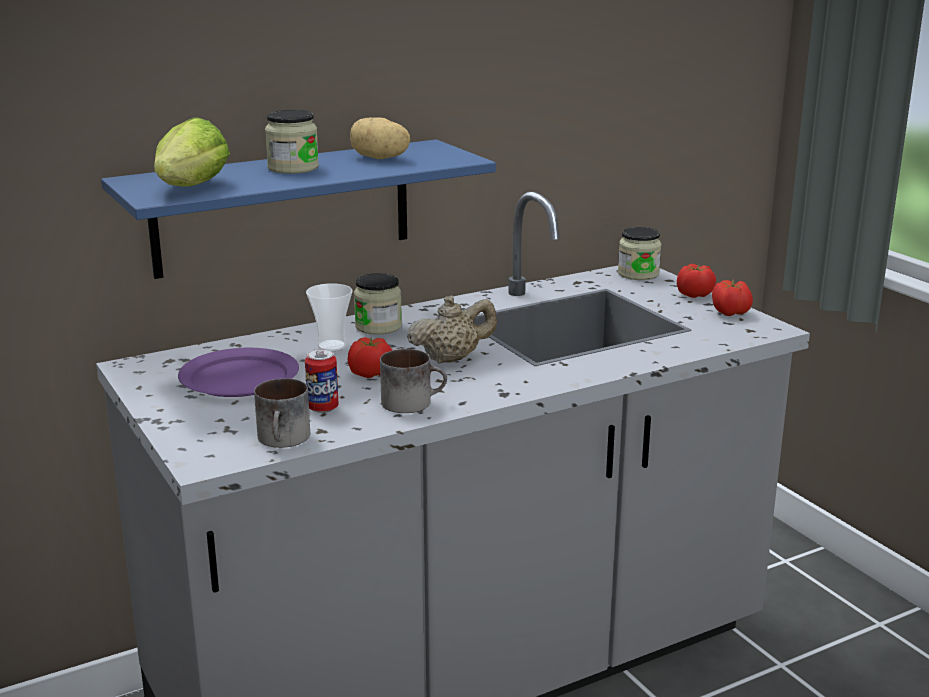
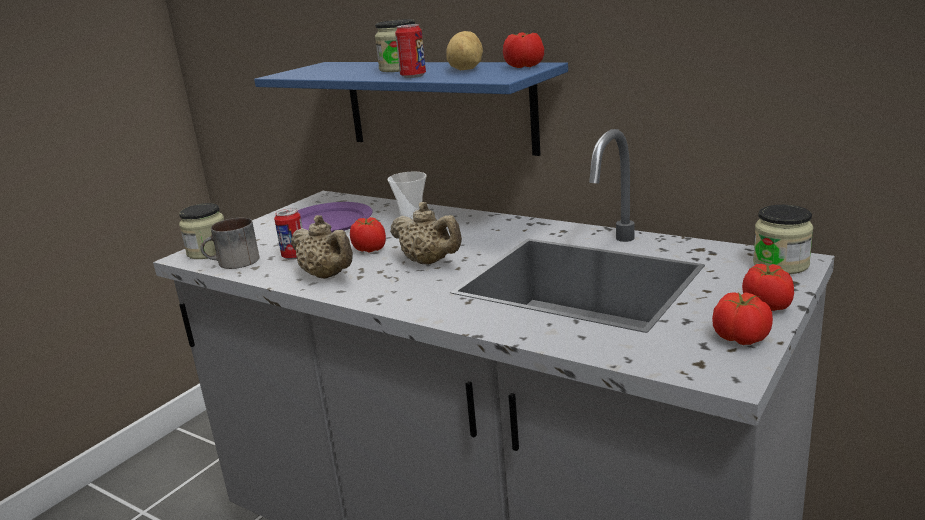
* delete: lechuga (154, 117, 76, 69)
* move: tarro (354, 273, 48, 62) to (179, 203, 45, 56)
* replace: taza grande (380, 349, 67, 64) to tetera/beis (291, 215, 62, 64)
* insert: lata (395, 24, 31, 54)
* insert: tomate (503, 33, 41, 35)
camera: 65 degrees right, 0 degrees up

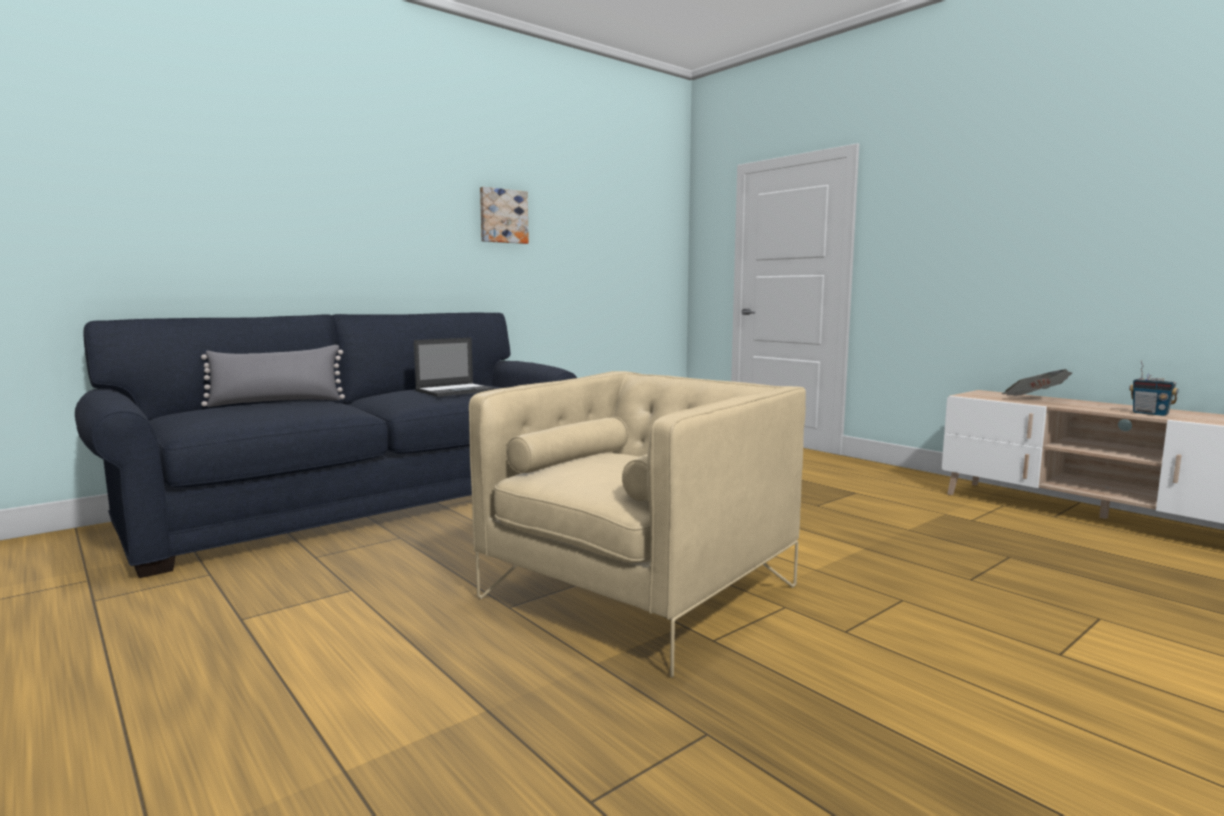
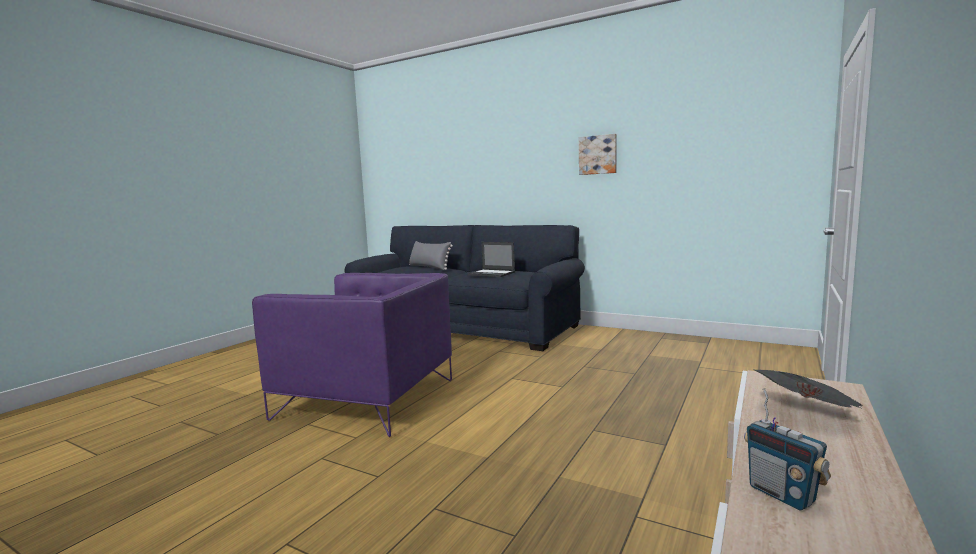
* rotate: radio (1129, 361, 50, 55) = (744, 388, 87, 122) 60 degrees counterclockwise
* recolor: sillón/beis (469, 371, 337, 307) to sillón/morado (252, 273, 200, 164)
camera: 70 degrees right, 0 degrees up

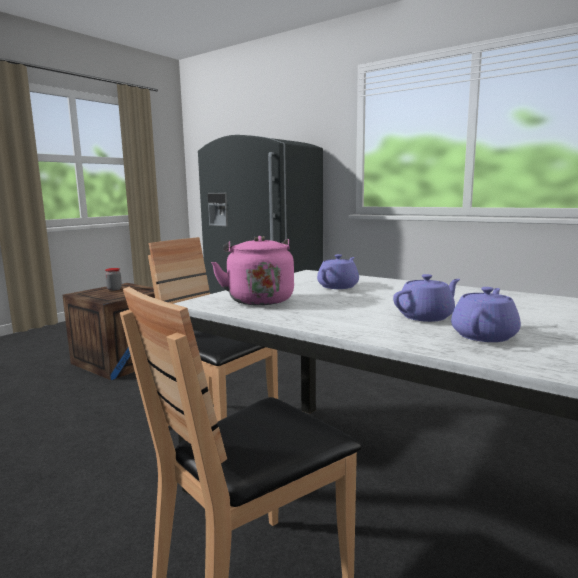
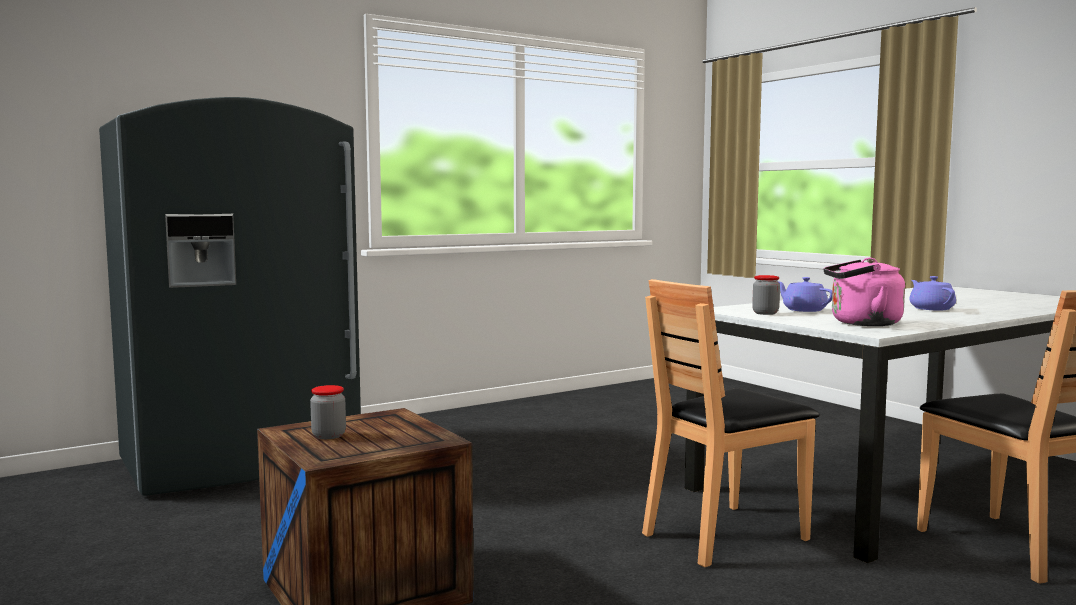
* delete: tetera/morado (451, 287, 70, 55)
* insert: tarro (752, 275, 28, 40)
camera: 70 degrees left, 5 degrees down

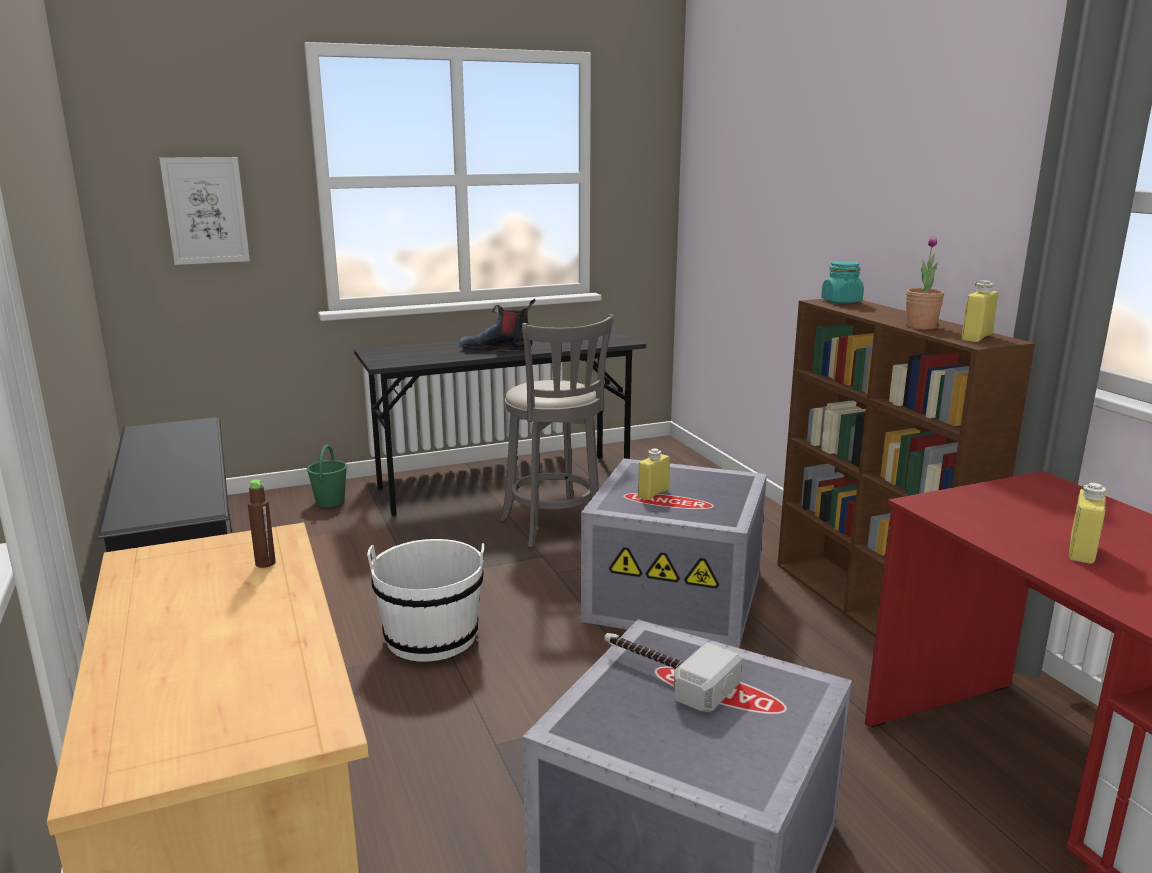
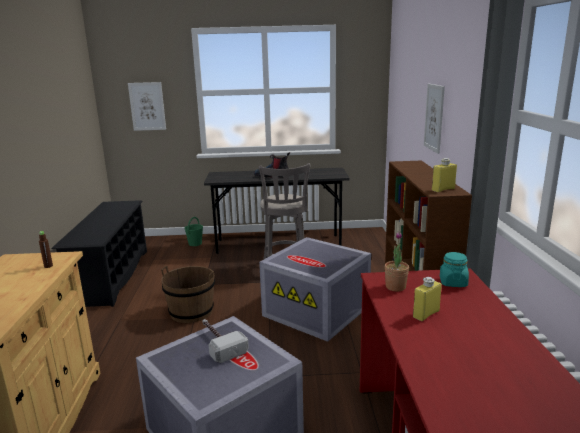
* move: planta en maceta (906, 236, 38, 93) to (385, 231, 24, 61)
* move: tarro/turquesa (821, 261, 43, 43) to (440, 252, 29, 35)
* delete: botella/amarillo (638, 448, 32, 52)
* recolor: cubo/blanco (367, 539, 117, 123) to cubo/marrón (161, 266, 54, 57)
* insert: cuadro (424, 84, 21, 70)
camera: 20 degrees right, 0 degrees up

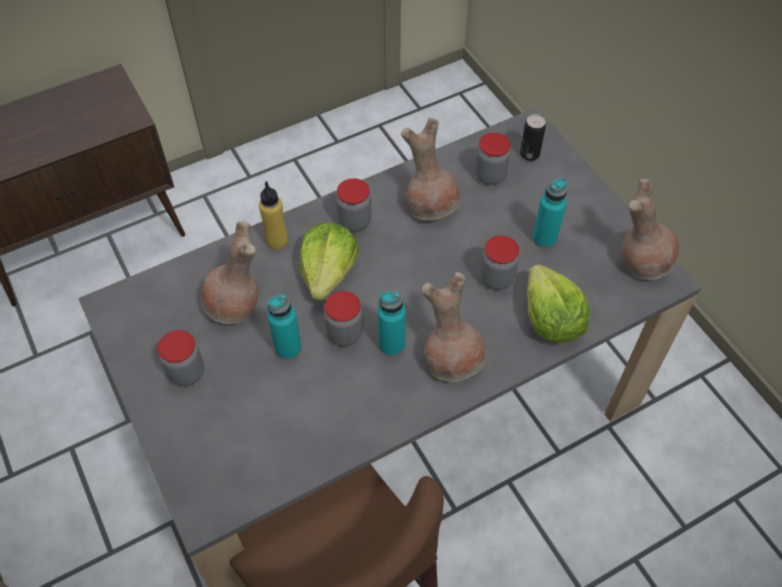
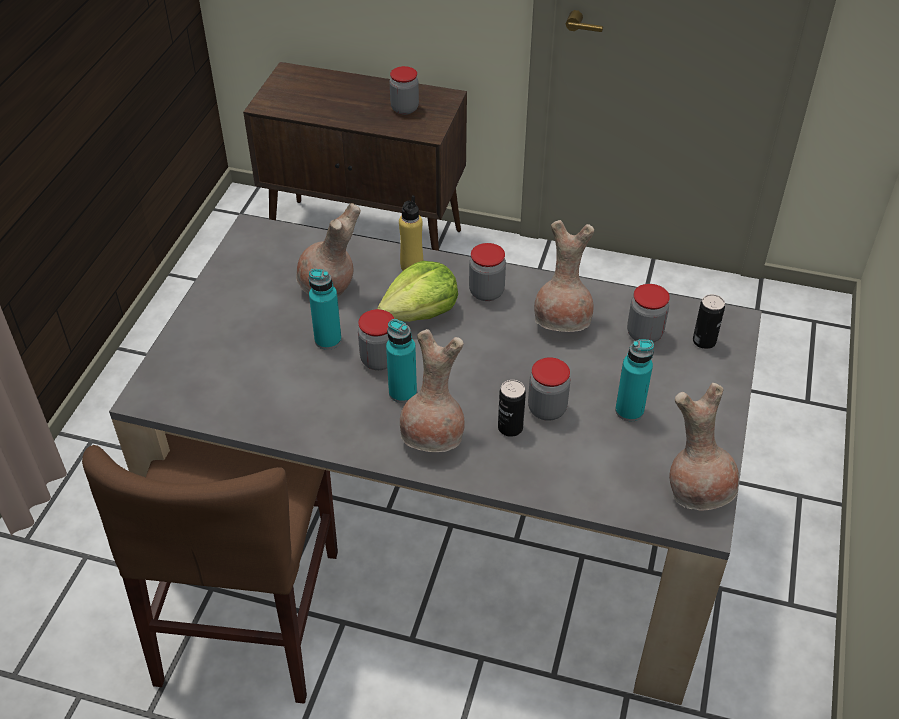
* delete: lechuga (527, 265, 63, 78)
* move: tarro (158, 330, 46, 56) to (390, 66, 29, 49)
* insert: lata (498, 380, 28, 57)
camera: 45 degrees right, 10 degrees down

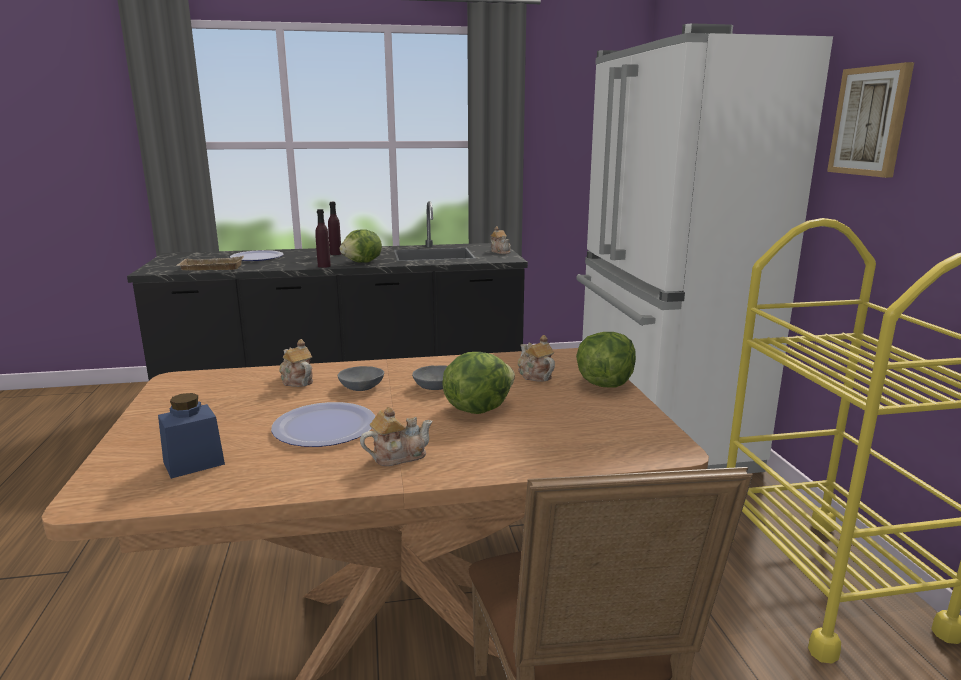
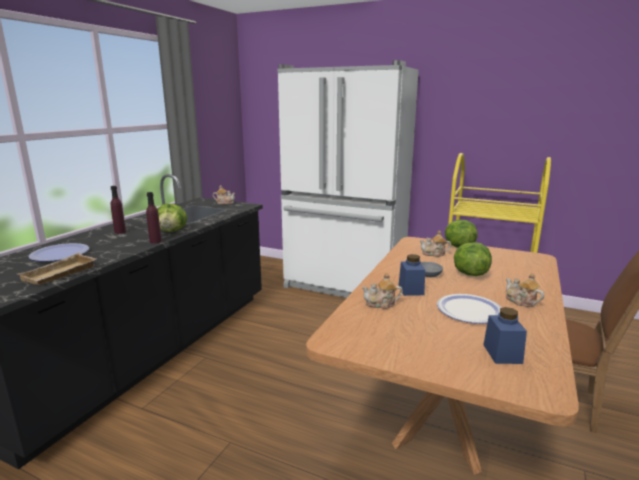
* delete: cuadro (827, 62, 87, 116)
* replace: cuenco/gris (338, 366, 46, 25) to tarro/azul (399, 254, 26, 42)
* rotate: tetera (360, 407, 73, 59) = (506, 273, 38, 34) 45 degrees counterclockwise
camera: 55 degrees left, 0 degrees up

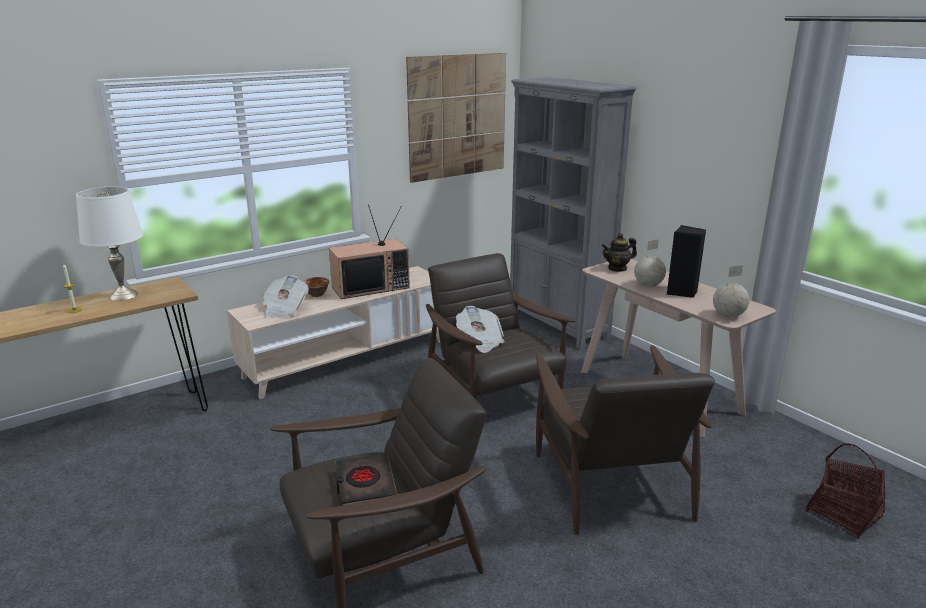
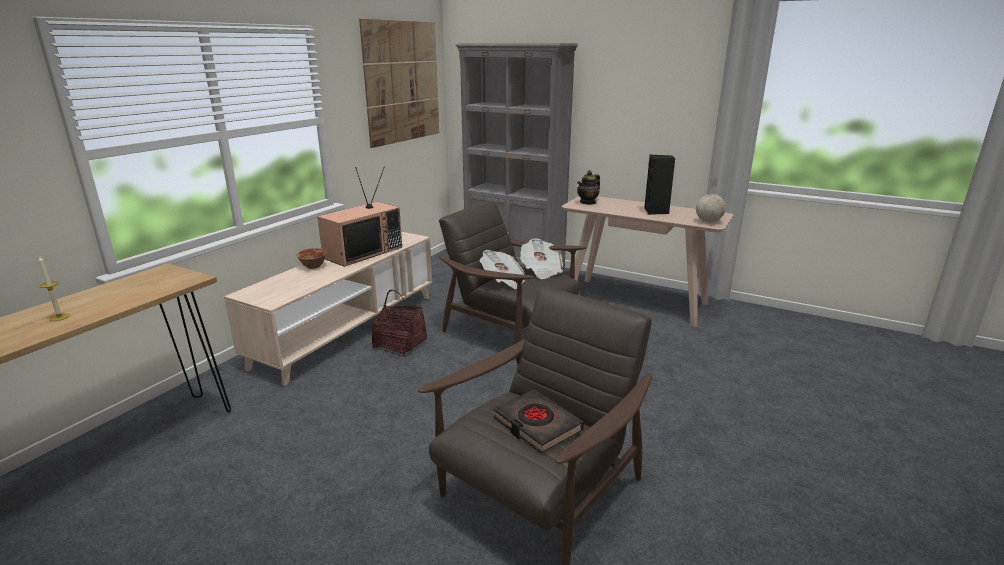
* delete: lámpara de mesa/blanco (76, 186, 67, 115)
* delete: globo terráqueo (634, 239, 32, 48)
* move: periódico (263, 275, 46, 43) to (520, 239, 43, 40)
* delete: sillón/marrón (536, 345, 179, 190)
* move: cesta (806, 444, 80, 95) to (372, 290, 55, 67)
camera: 25 degrees left, 0 degrees up

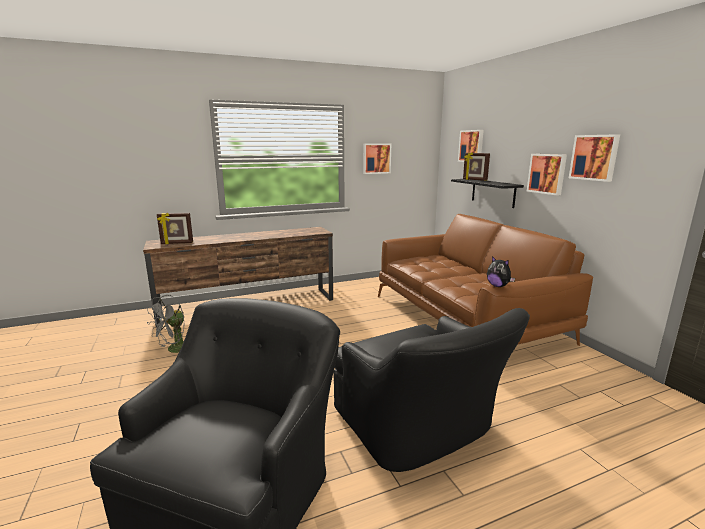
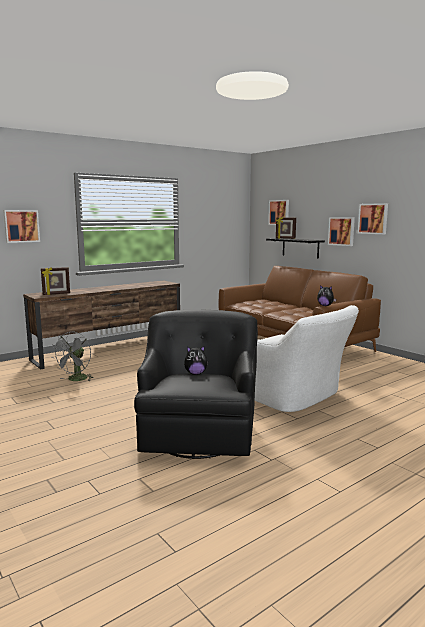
* move: cuadro (363, 144, 28, 30) to (3, 210, 37, 33)
* recolor: sillón/negro (333, 308, 197, 164) to sillón/blanco (255, 305, 104, 107)
* insert: peluche (184, 346, 24, 29)
camera: 15 degrees left, 5 degrees down

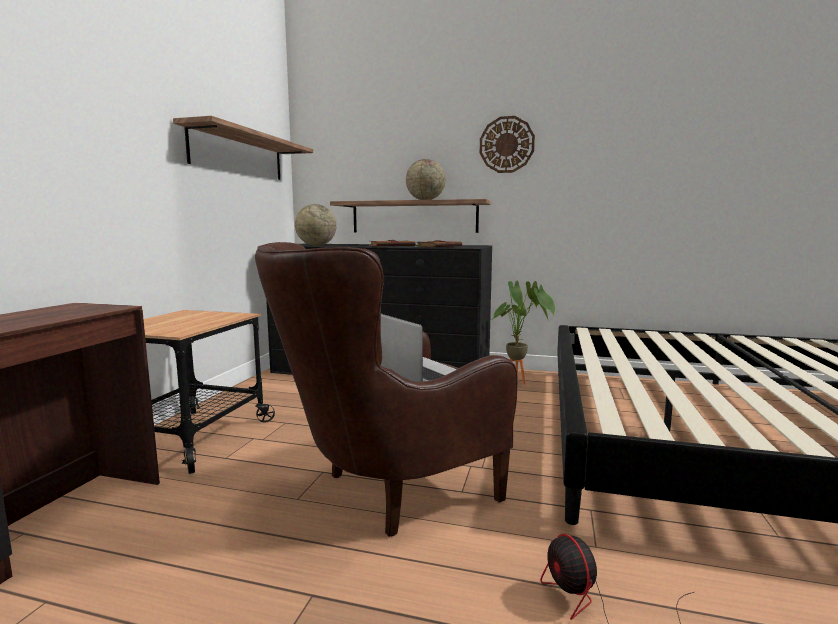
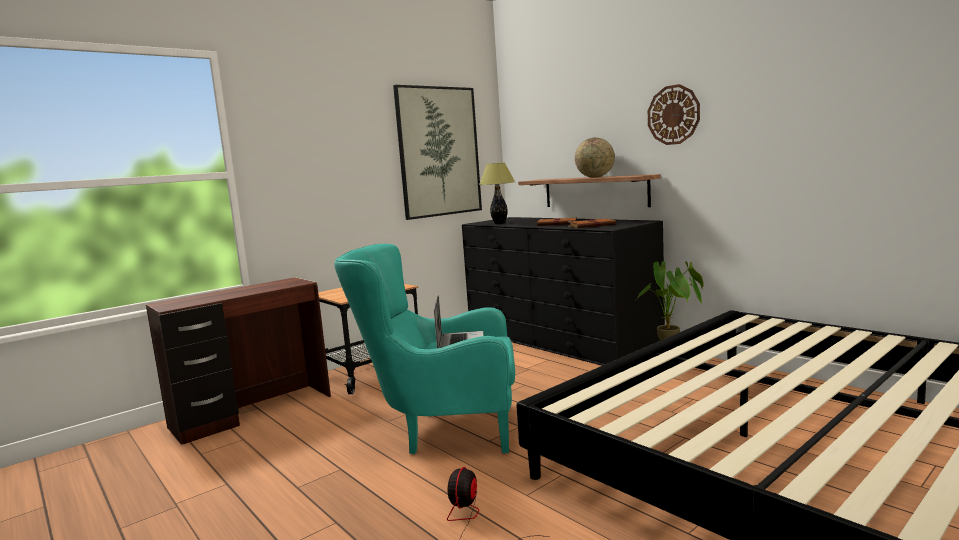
* replace: estante (173, 116, 140, 64) to cuadro (393, 85, 89, 135)
* replace: globo terráqueo (295, 204, 42, 42) to lámpara de mesa (479, 163, 36, 61)
* recolor: sillón/marrón (255, 242, 262, 295) to sillón/turquesa (334, 244, 181, 210)
camera: 35 degrees right, 0 degrees up

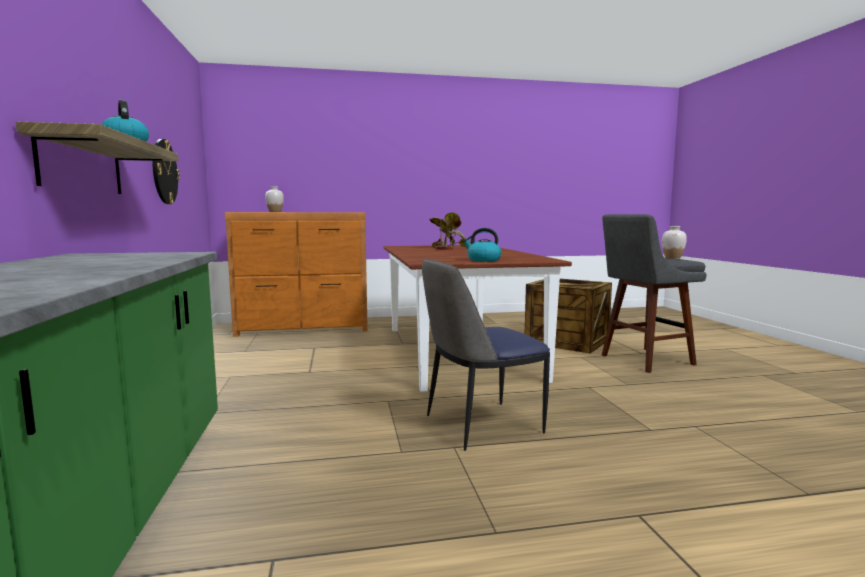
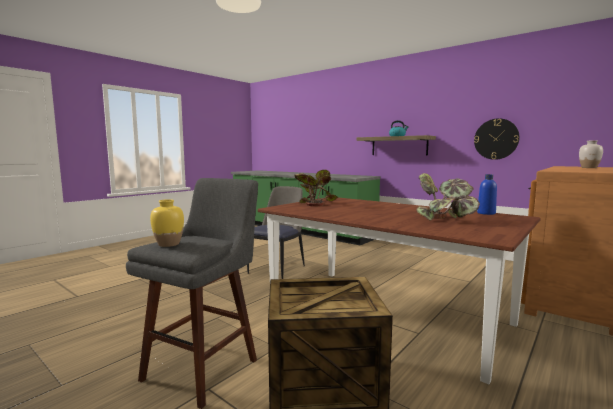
* recolor: florero/blanco (662, 226, 25, 33) to florero/amarillo (150, 199, 34, 48)
* replace: hervidor (463, 228, 38, 33) to planta en maceta (294, 170, 44, 36)
* insert: botella/azul (477, 174, 20, 41)
camera: 140 degrees right, 0 degrees up

